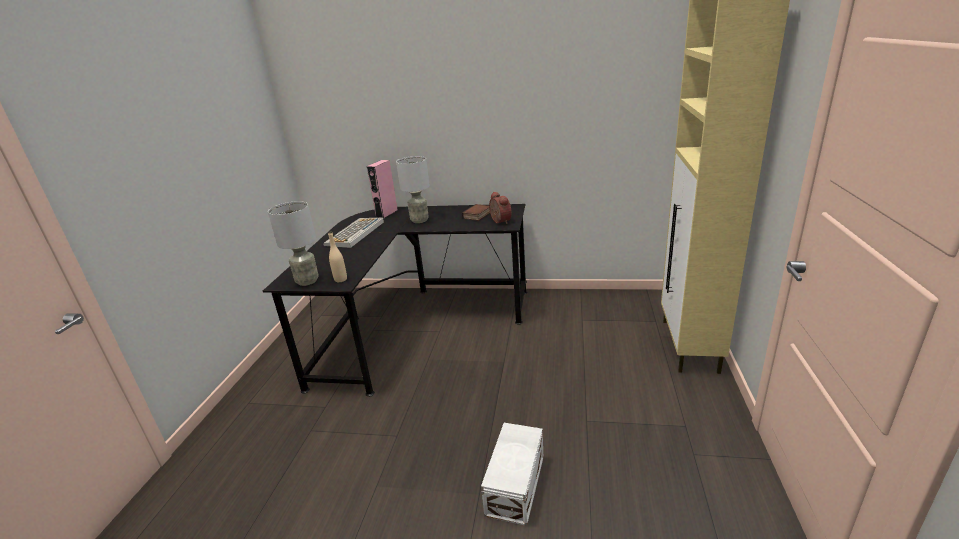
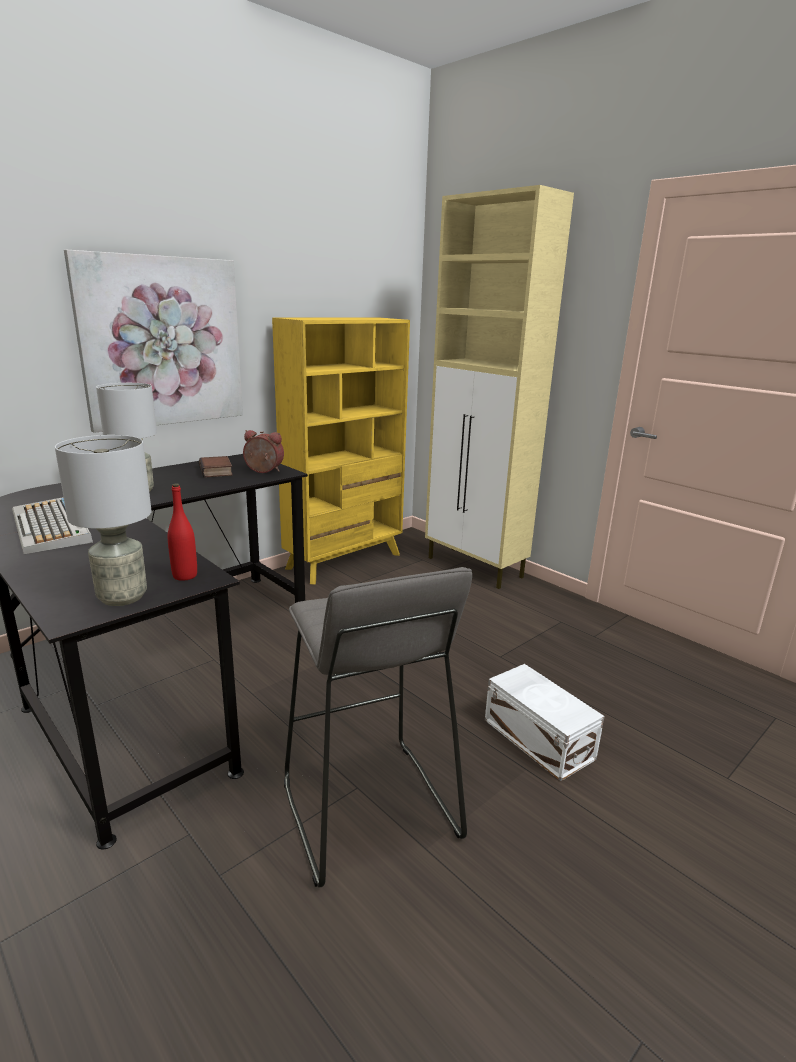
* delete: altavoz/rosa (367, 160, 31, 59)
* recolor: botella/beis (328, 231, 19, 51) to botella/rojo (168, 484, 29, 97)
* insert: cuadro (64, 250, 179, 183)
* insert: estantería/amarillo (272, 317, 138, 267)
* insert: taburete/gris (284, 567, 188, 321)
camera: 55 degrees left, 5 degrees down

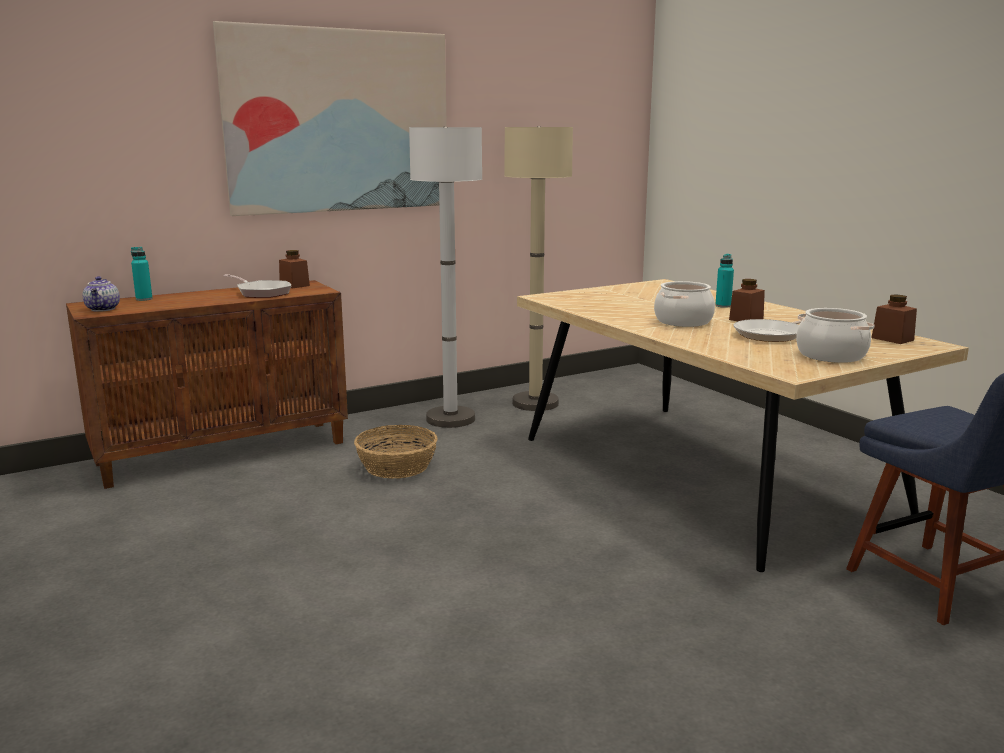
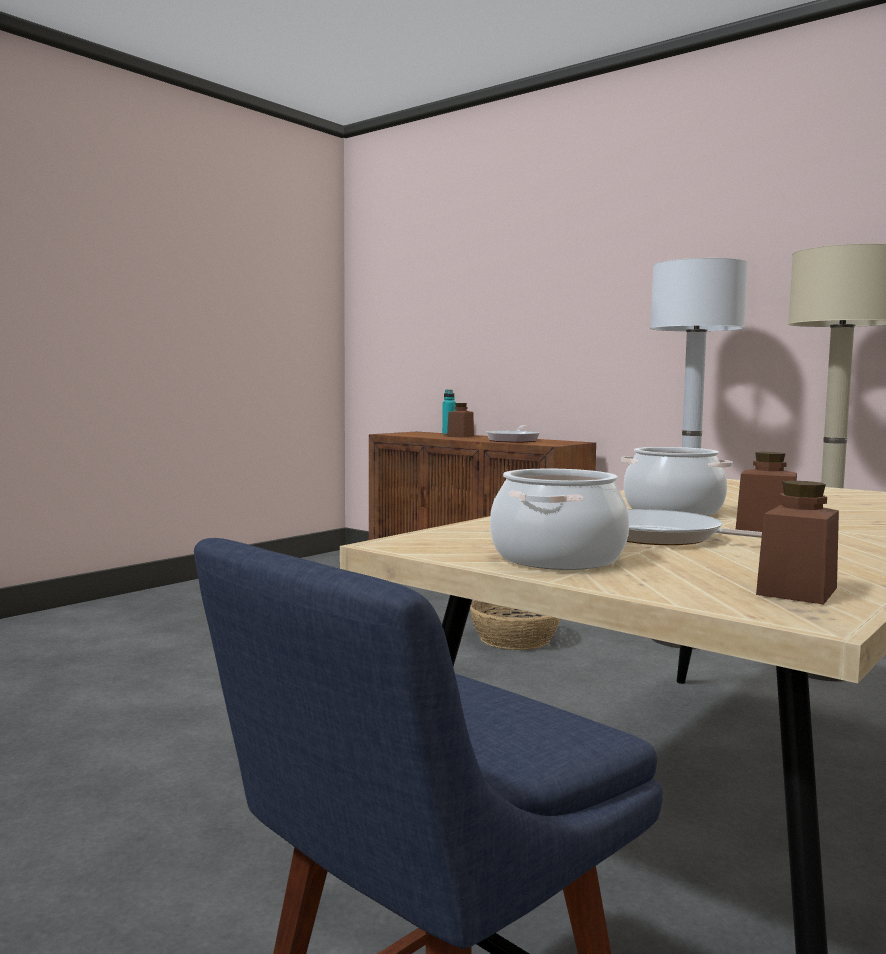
* delete: cuadro (213, 21, 234, 195)
* move: tarro/marrón (279, 250, 31, 38) to (447, 403, 27, 35)
* delete: botella/turquesa (715, 254, 19, 54)
* delete: tetera (83, 276, 37, 36)
camera: 70 degrees right, 10 degrees down

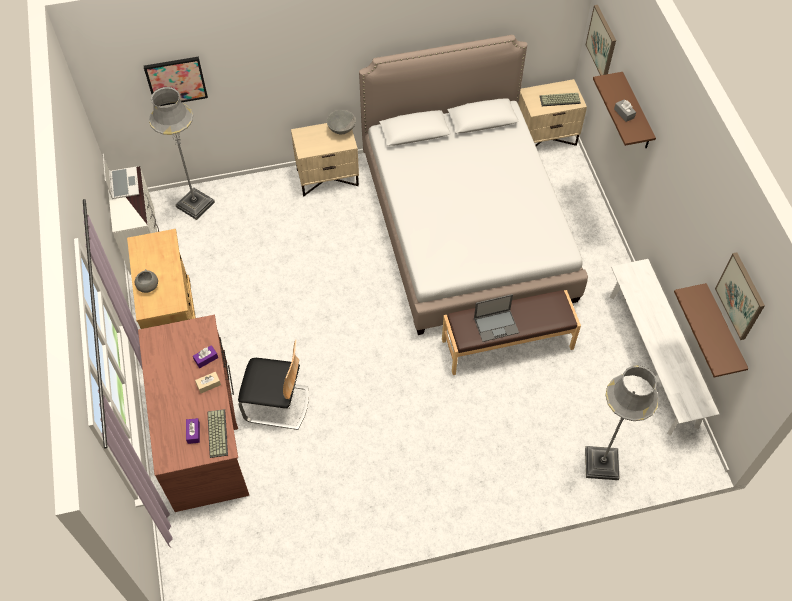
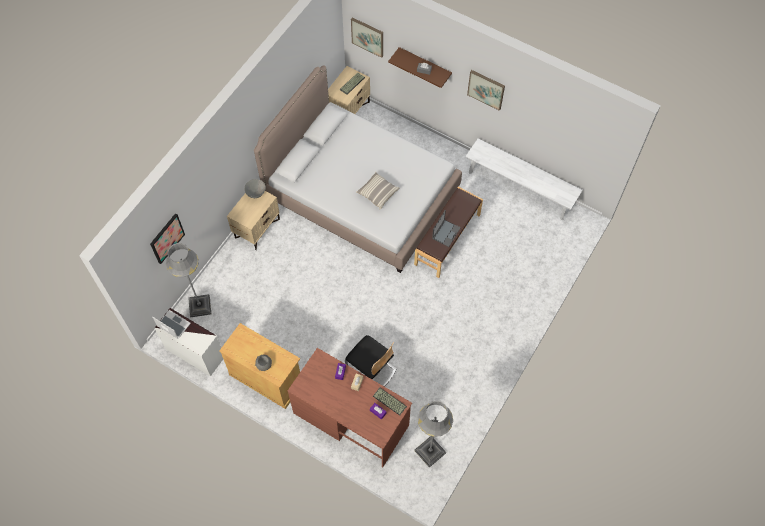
* move: cuadro (715, 252, 50, 88) to (467, 70, 38, 41)
* delete: estante/marrón (674, 283, 74, 95)
* rotate: silla (238, 339, 71, 91) = (345, 335, 52, 51) 75 degrees clockwise
* move: lámpara de pie/gris (585, 365, 74, 115) to (414, 401, 39, 66)
* insert: cojín (356, 172, 43, 37)
camera: 45 degrees left, 5 degrees up

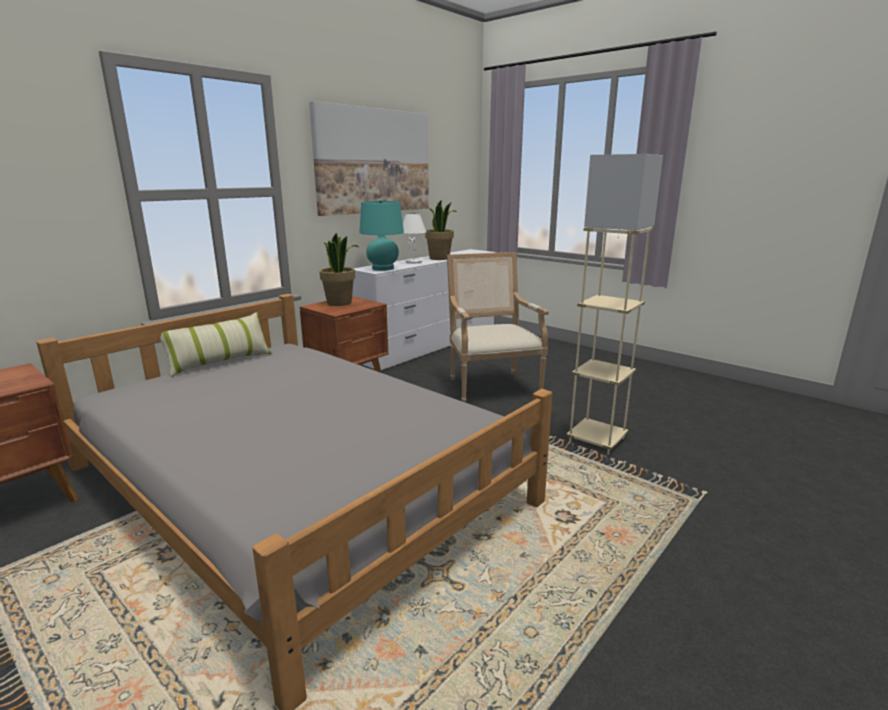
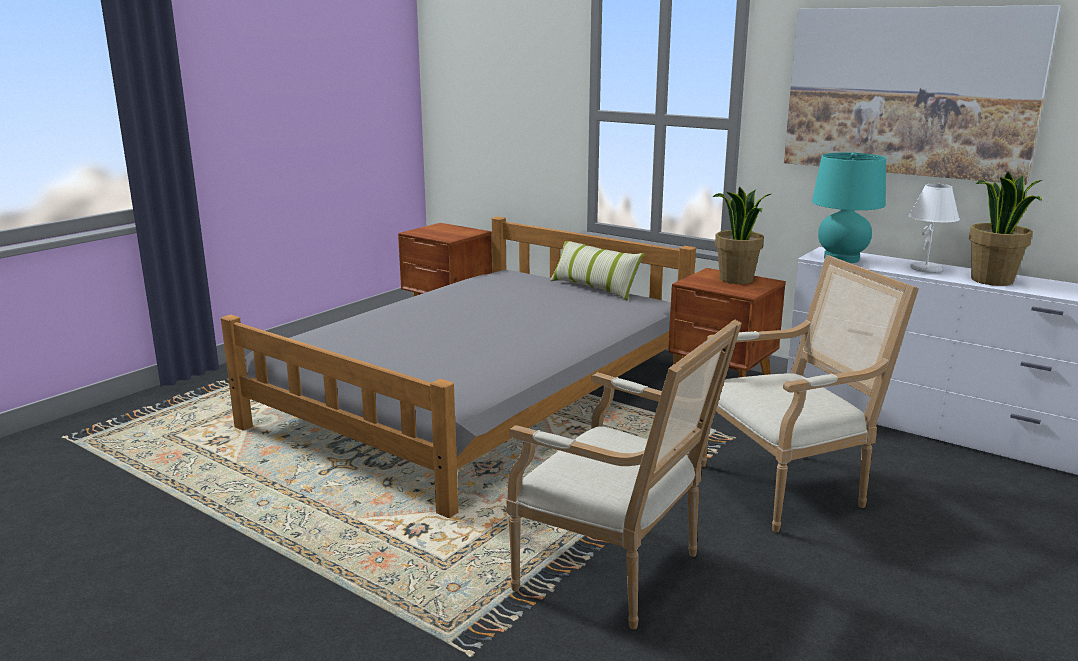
* replace: lámpara de pie/beis (566, 154, 97, 301) to sillón (506, 319, 236, 311)
camera: 85 degrees right, 0 degrees up

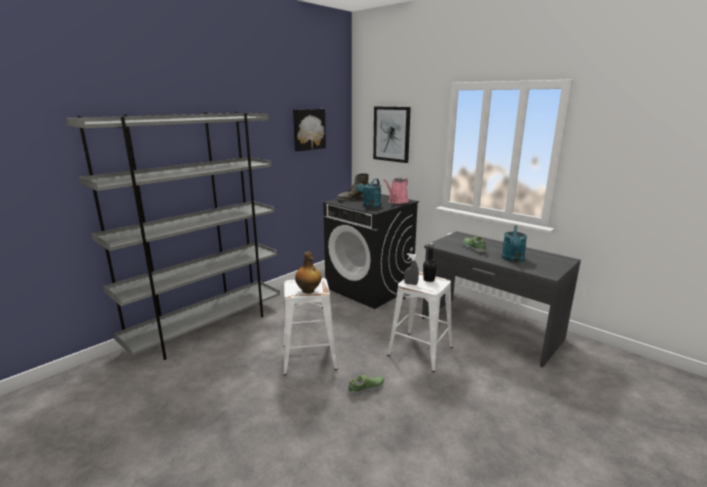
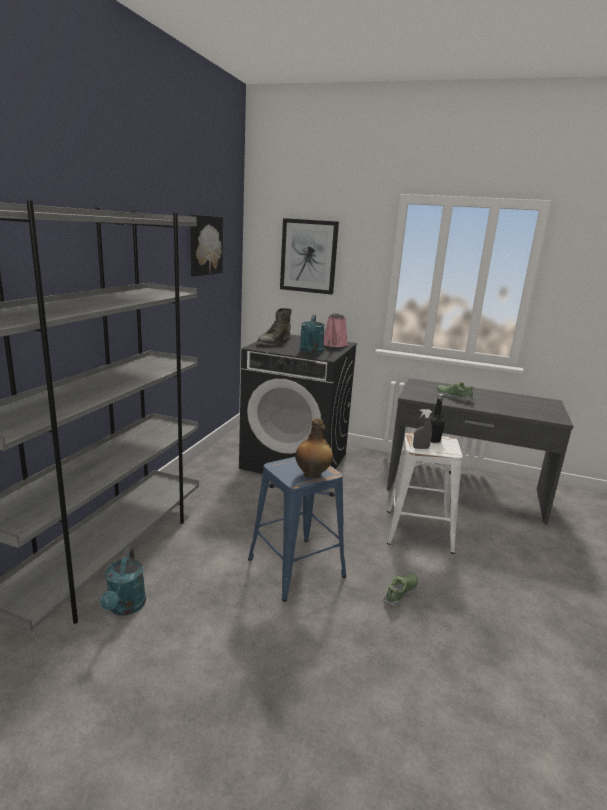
* move: regadera/turquesa (502, 225, 25, 37) to (100, 548, 46, 68)
* recolor: taburete/blanco (283, 278, 55, 97) to taburete/azul (248, 457, 98, 145)
camera: 25 degrees left, 0 degrees up

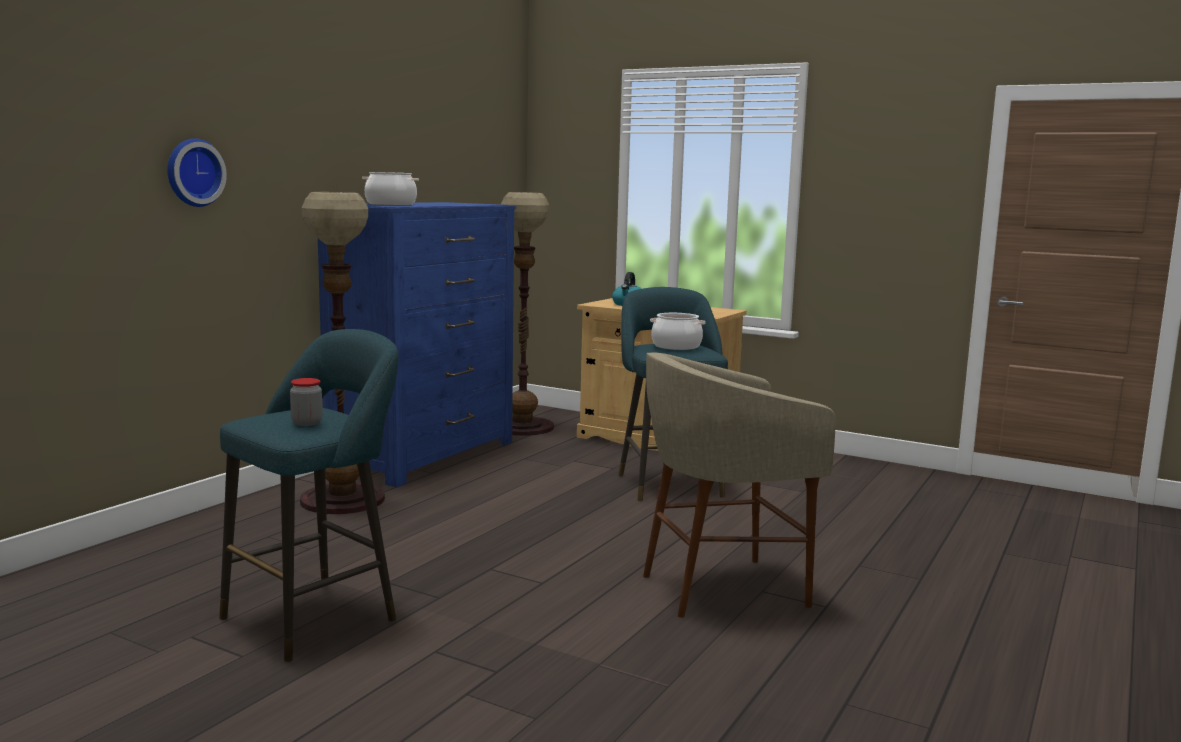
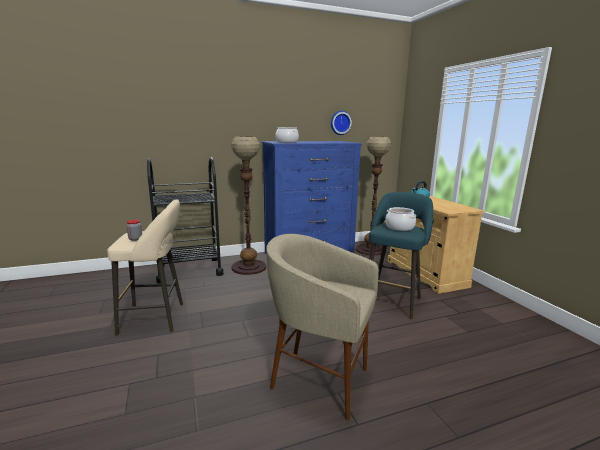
* move: reloj de pared (167, 138, 60, 69) to (331, 111, 21, 24)
* recolor: taburete/turquesa (219, 329, 180, 333) to taburete/beis (107, 199, 76, 137)
* insert: carrito/negro (147, 157, 77, 127)
camera: 40 degrees right, 5 degrees up

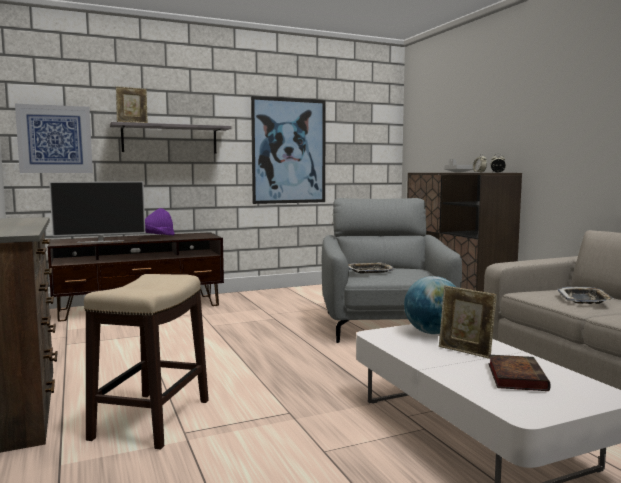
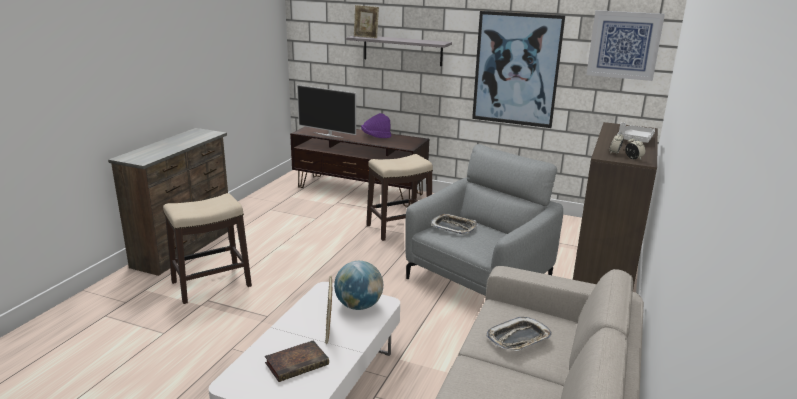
* move: cuadro (15, 104, 78, 69) to (586, 10, 79, 71)
* insert: taburete (366, 154, 67, 87)
camera: 45 degrees right, 15 degrees up

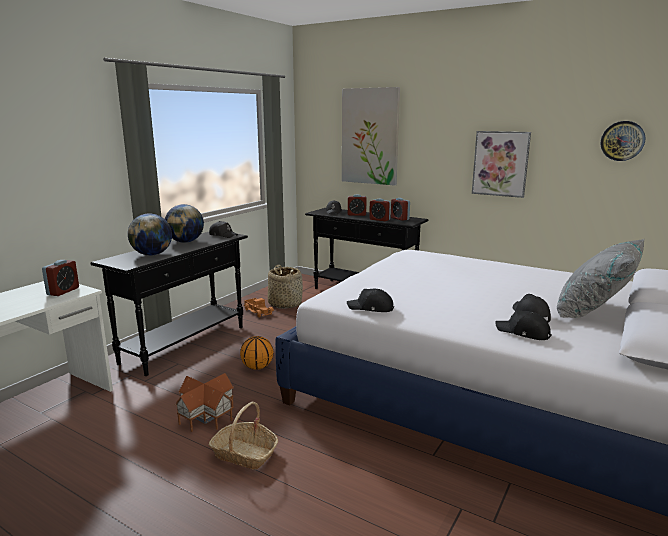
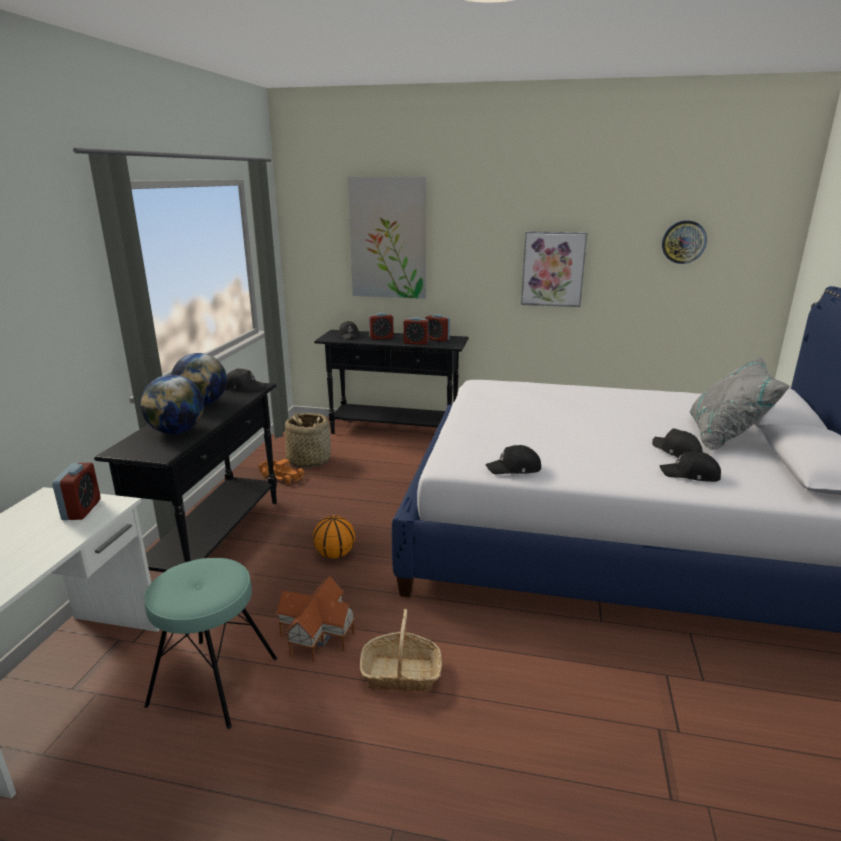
* insert: taburete/turquesa (144, 558, 133, 171)
camera: 20 degrees left, 5 degrees up

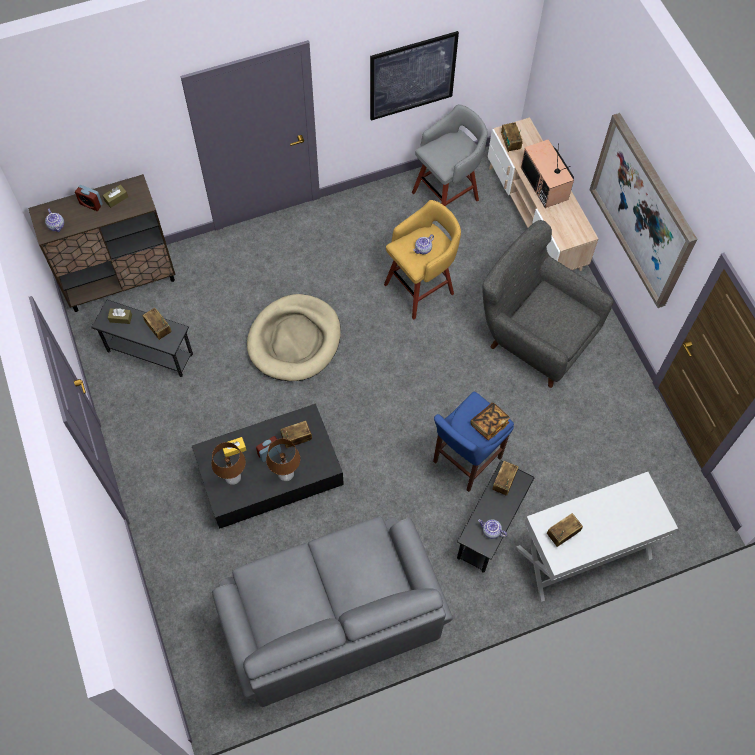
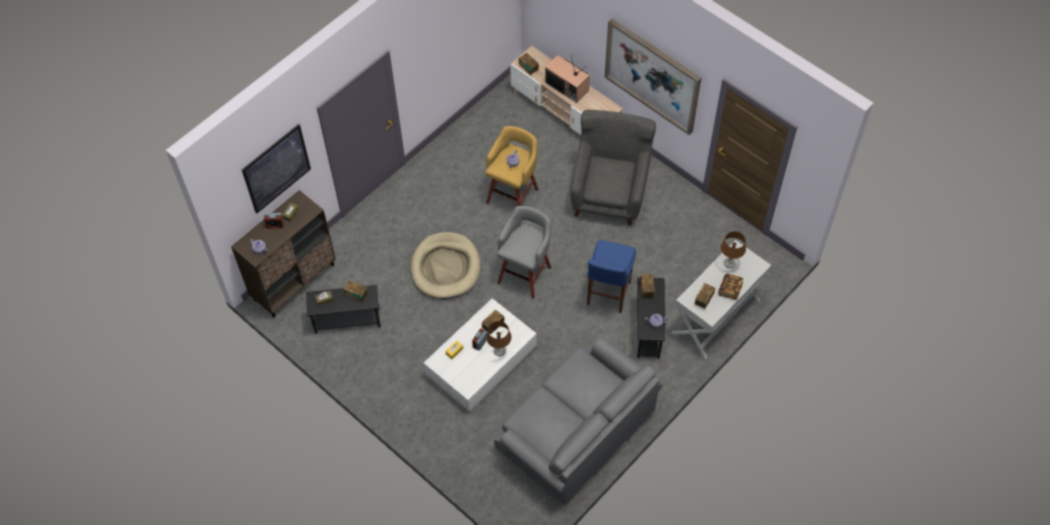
* move: cuadro (370, 31, 89, 90) to (242, 124, 69, 90)
* move: taburete/gris (412, 104, 76, 103) to (497, 206, 54, 93)
* rotate: sillón/gris (483, 220, 131, 168) = (570, 110, 86, 115) 90 degrees clockwise
* move: libro (471, 403, 39, 37) to (718, 274, 25, 26)
* recolor: mesa de centro/negro (192, 404, 152, 125) to mesa de centro/blanco (424, 298, 113, 113)
* move: lámpara de mesa/marrón (211, 442, 35, 43) to (721, 231, 25, 37)
camera: 25 degrees left, 5 degrees down

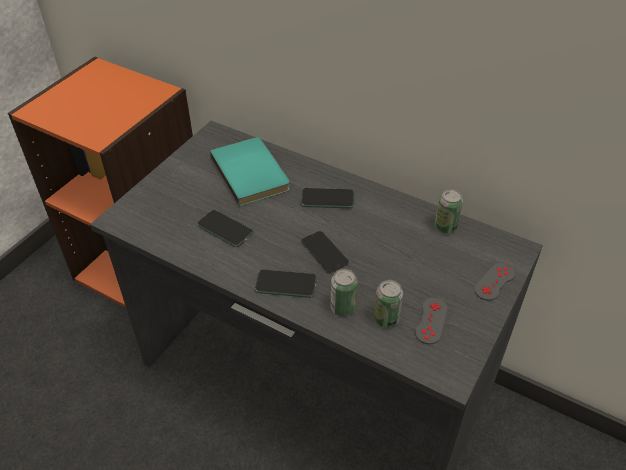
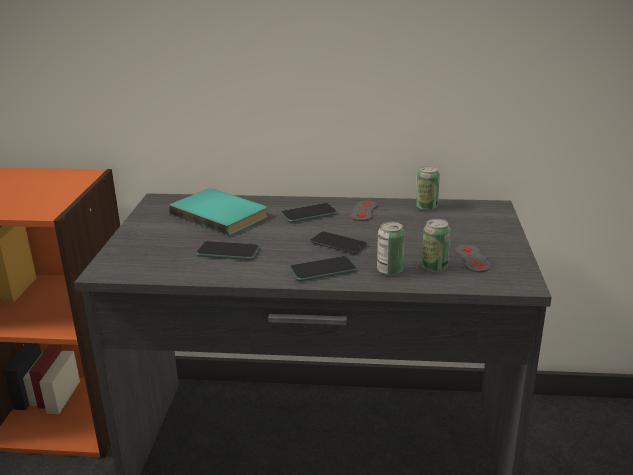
* move: mando de consola/gris (474, 263, 41, 38) to (350, 200, 28, 21)
camera: 25 degrees left, 20 degrees down

